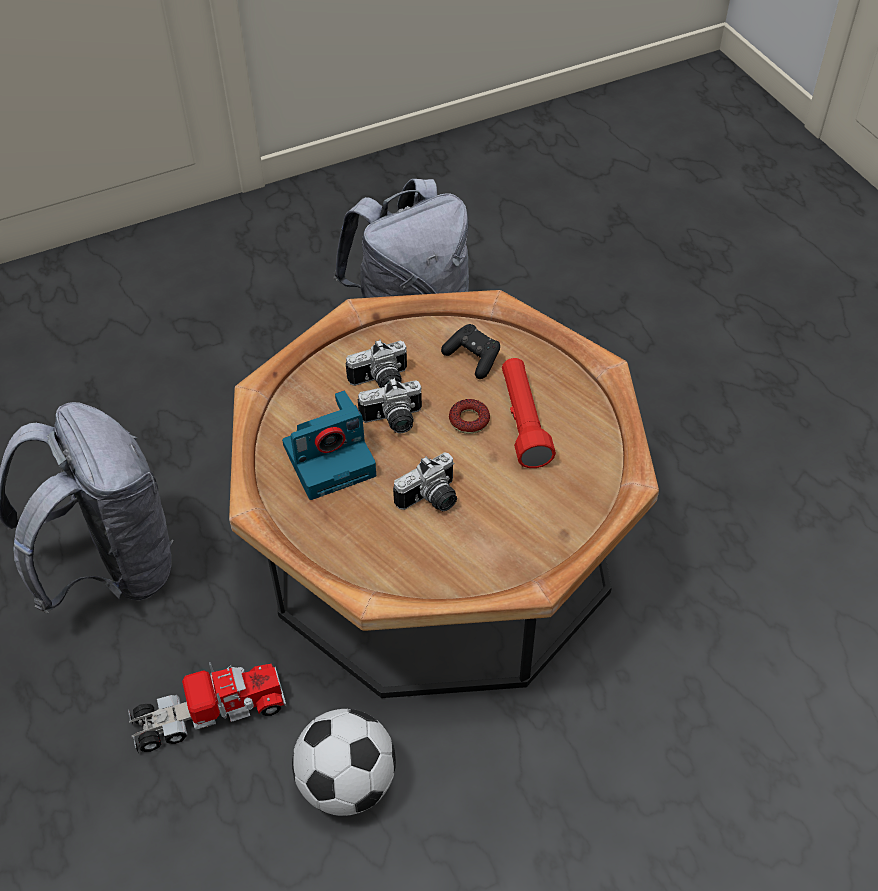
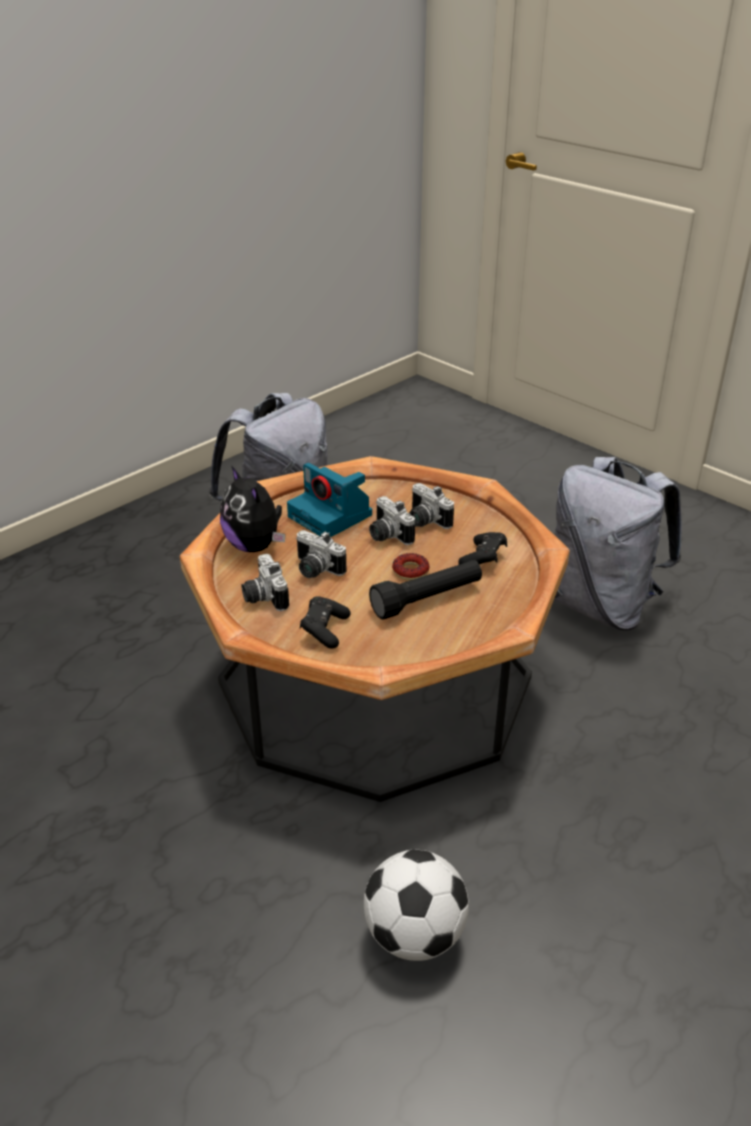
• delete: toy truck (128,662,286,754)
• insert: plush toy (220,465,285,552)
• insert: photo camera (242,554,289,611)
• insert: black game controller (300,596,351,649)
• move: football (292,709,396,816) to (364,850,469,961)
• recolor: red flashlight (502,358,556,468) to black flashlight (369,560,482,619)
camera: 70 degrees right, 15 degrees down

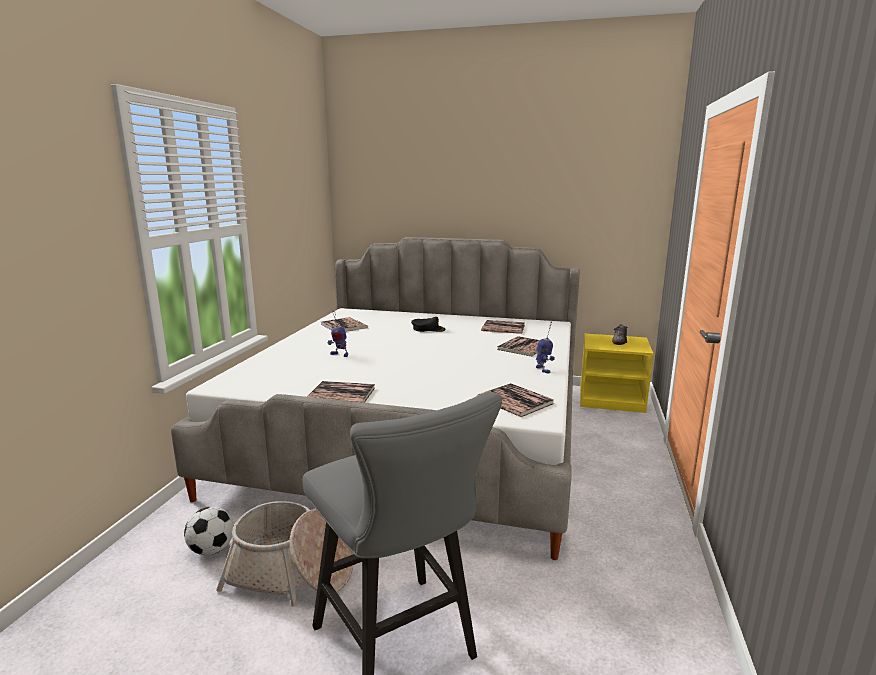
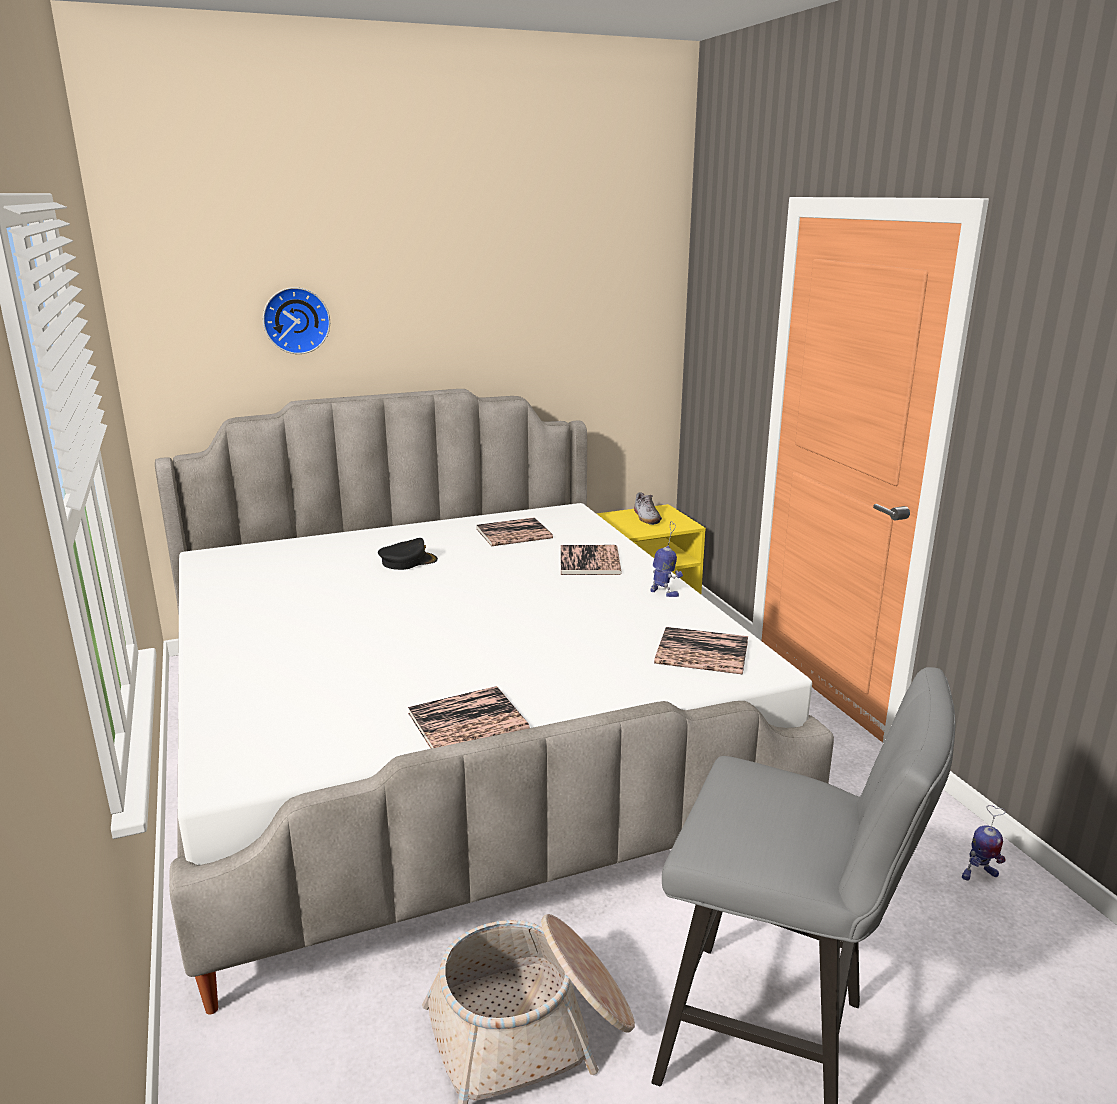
• delete: football (184,507,234,555)
• delete: book (321,317,368,332)
• insert: wall clock (263,287,330,354)
• move: toy robot (328,310,348,357) to (962,805,1006,881)
camera: 35 degrees left, 5 degrees up

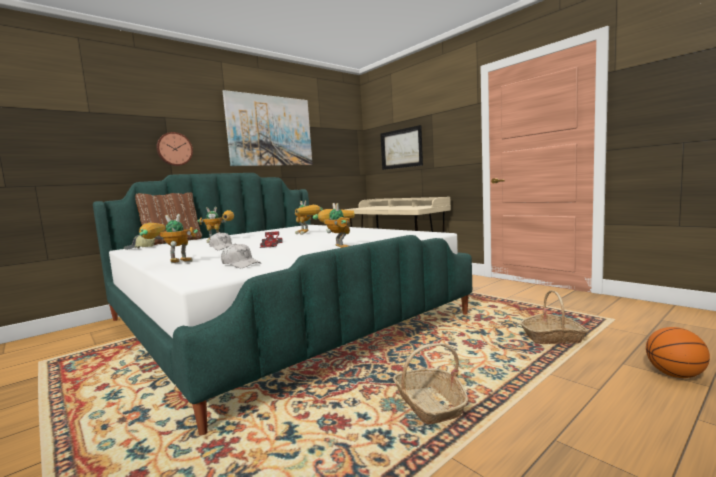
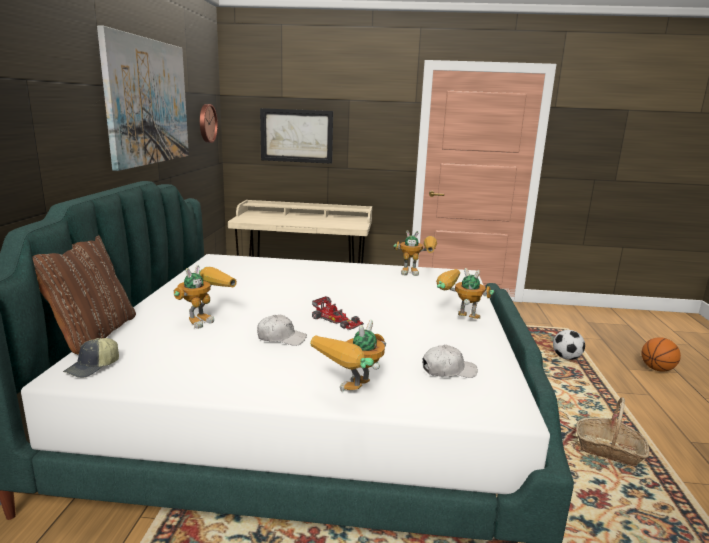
• move: wall clock (156,132,193,166) to (200,104,218,143)
• move: toy robot (295,201,323,235) to (393,230,437,276)
• replace: basket (520,290,589,344) to football (553,330,585,360)
camera: 45 degrees left, 10 degrees up

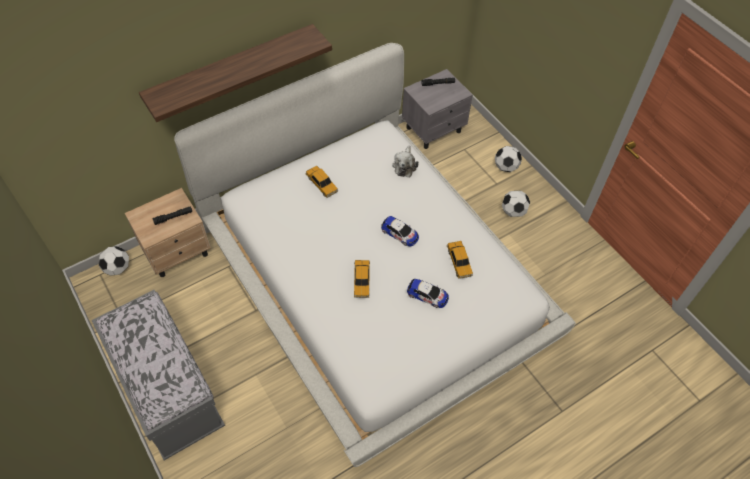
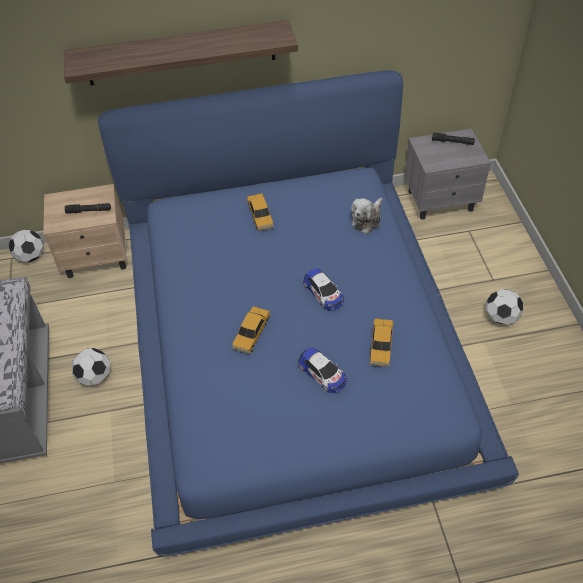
• move: football (495,146,522,172) to (72,348,110,386)
• recolor: white bed (174,43,576,467) to blue bed (98,70,519,556)
camera: 25 degrees right, 5 degrees down

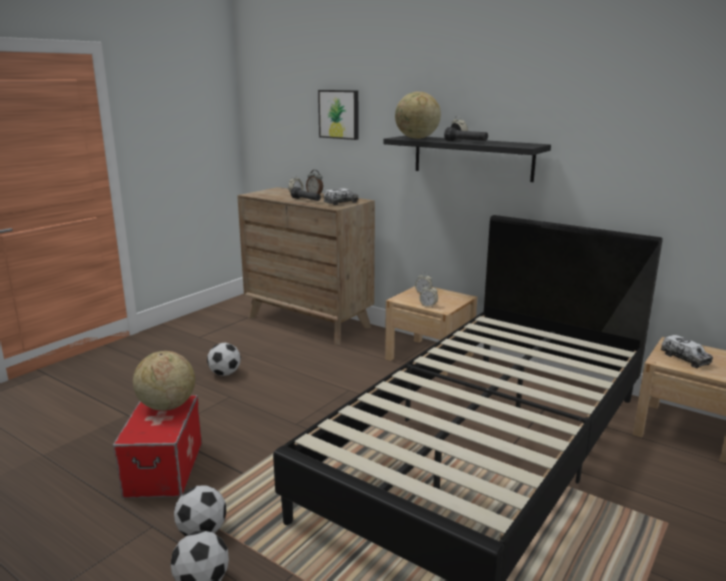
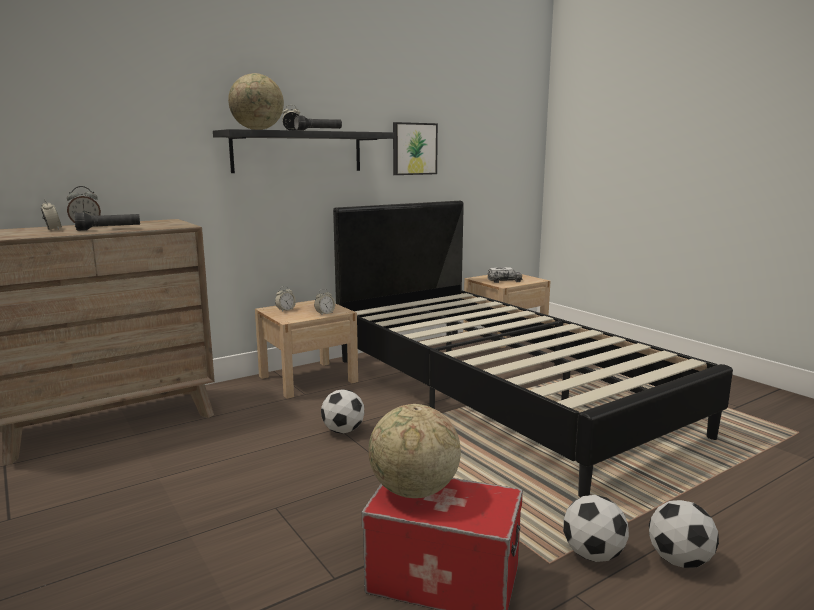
• delete: toy truck (324,189,359,205)
• move: football (207,343,241,376) to (321,389,364,434)
• move: picture (318,90,358,140) to (393,122,438,175)
camera: 70 degrees left, 5 degrees down

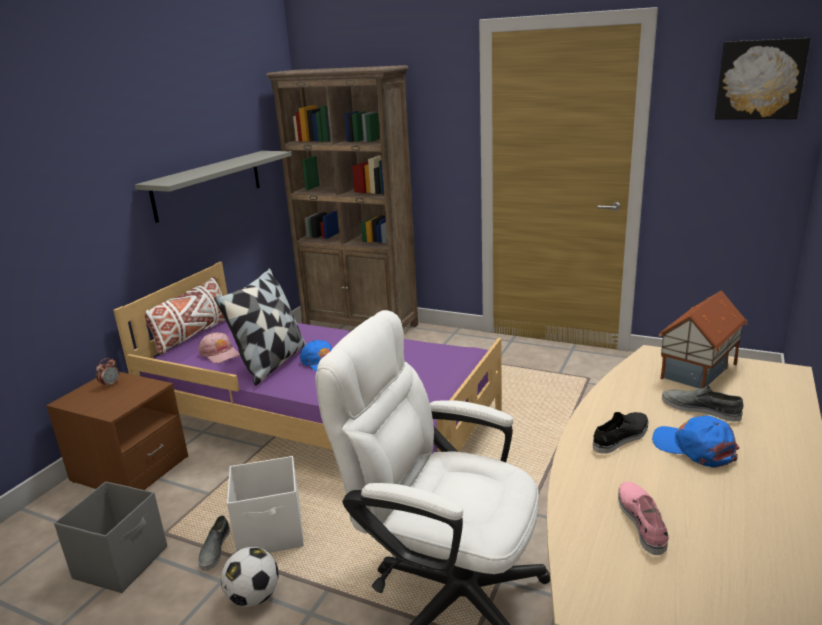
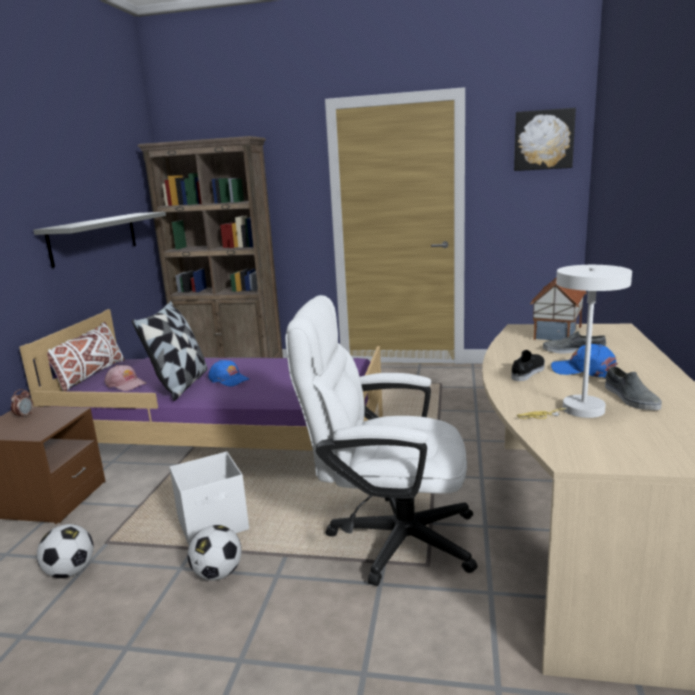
• move: grey shoe (198,515,230,571) to (605,366,662,410)
• replace: grey storage box (54,482,167,593) to football (37,524,94,578)
• replace: pink shoe (618,482,669,555) to white table lamp (516,265,632,419)
camera: 15 degrees left, 5 degrees down

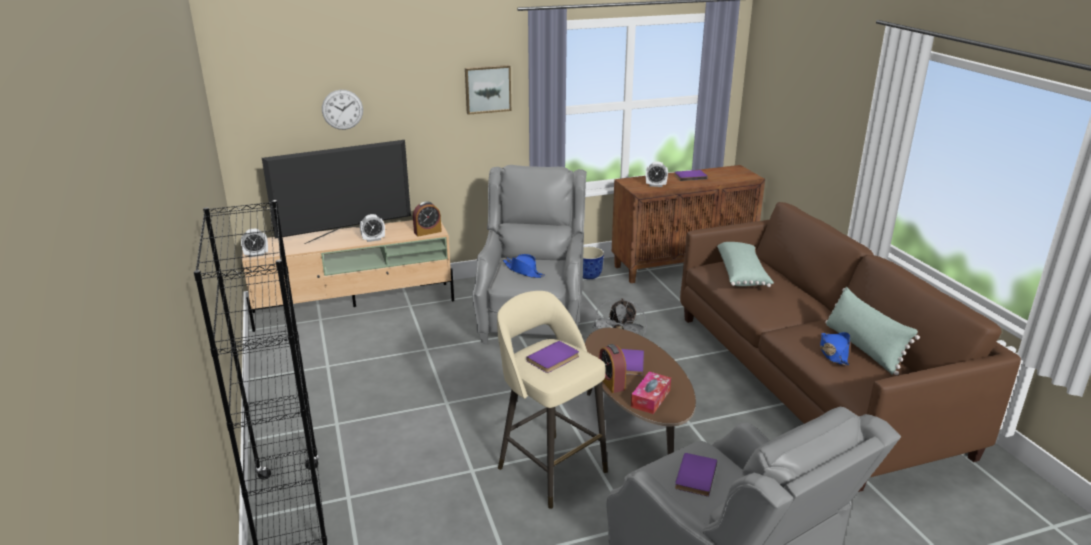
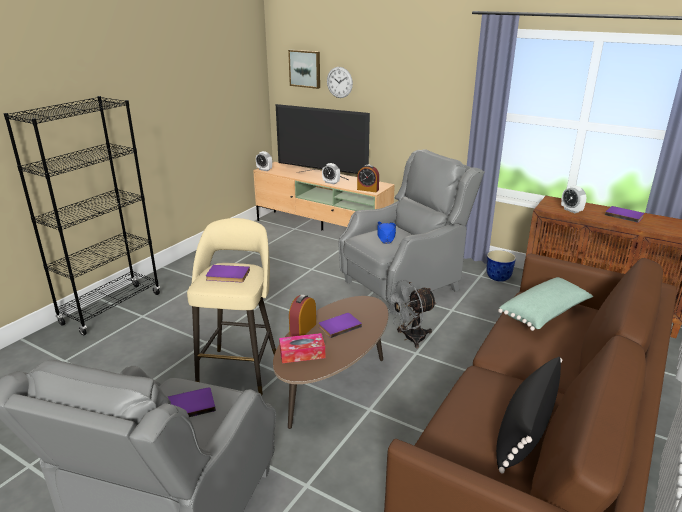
• delete: blue hat (820,332,850,365)
• move: picture (465,65,511,115) to (288,50,320,89)
• recolor: green pillow (825,287,920,375) to black pillow (496,357,562,474)
camera: 50 degrees right, 0 degrees up

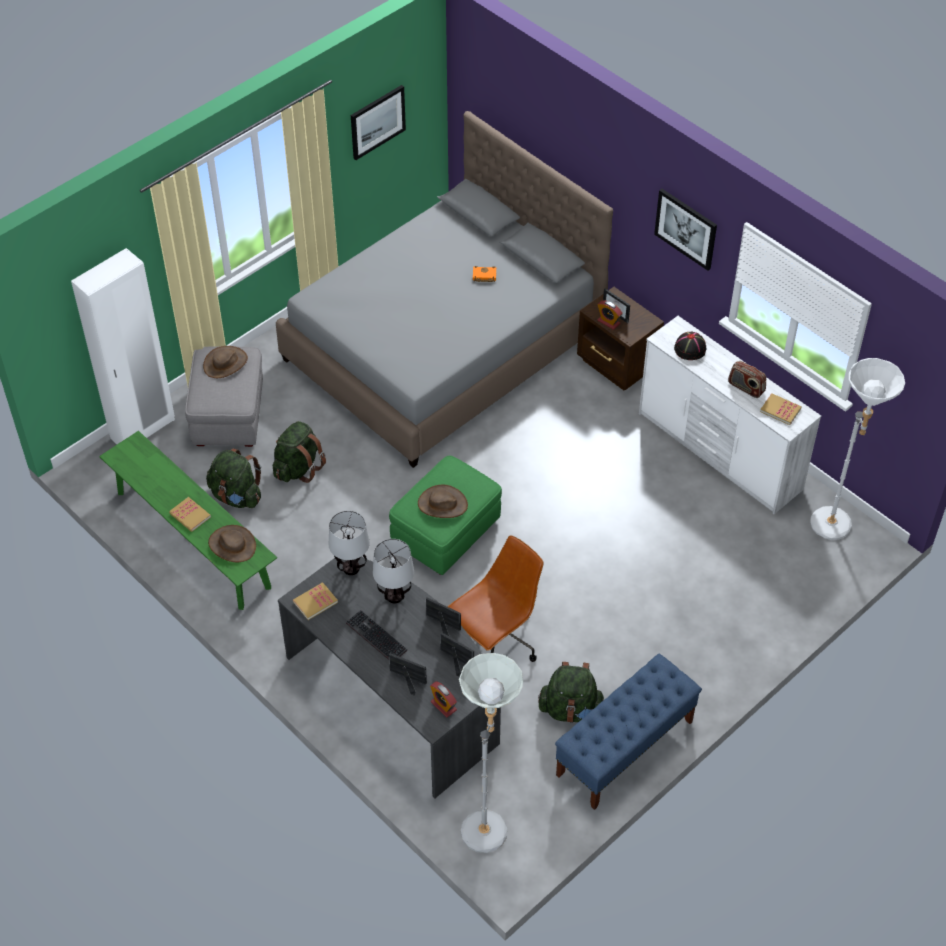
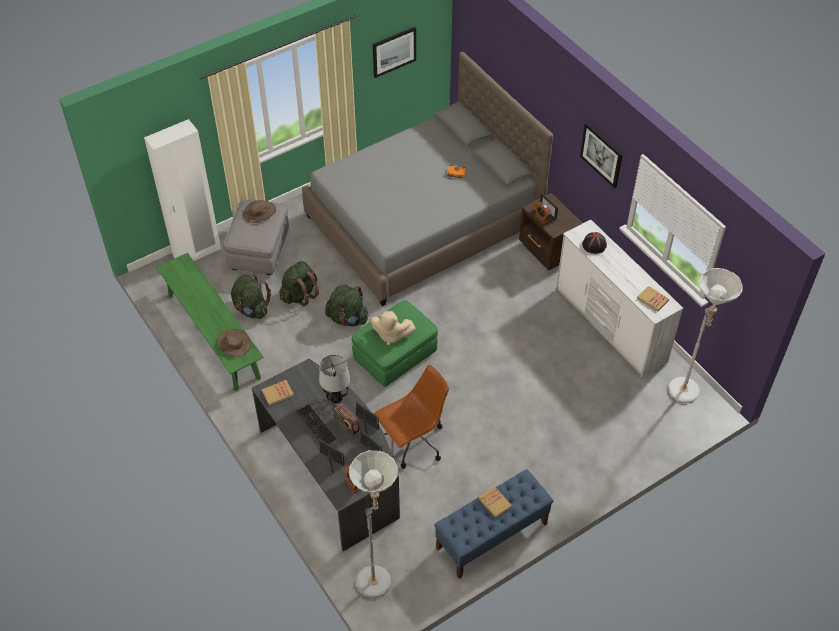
• delete: table lamp (329,511,370,575)
• move: book (169,497,211,532) to (478,486,512,518)
• move: green backpack (538,662,604,723) to (325,284,369,326)
• move: radio (728,361,766,398) to (333,403,360,436)
• replace: brown hat (418,485,468,518) to beige plush toy (370,311,416,345)
camera: 10 degrees right, 0 degrees up

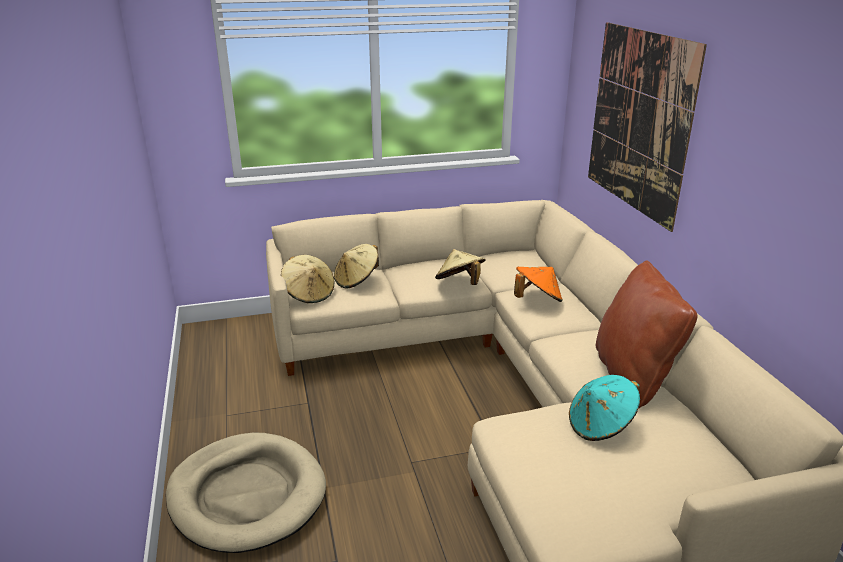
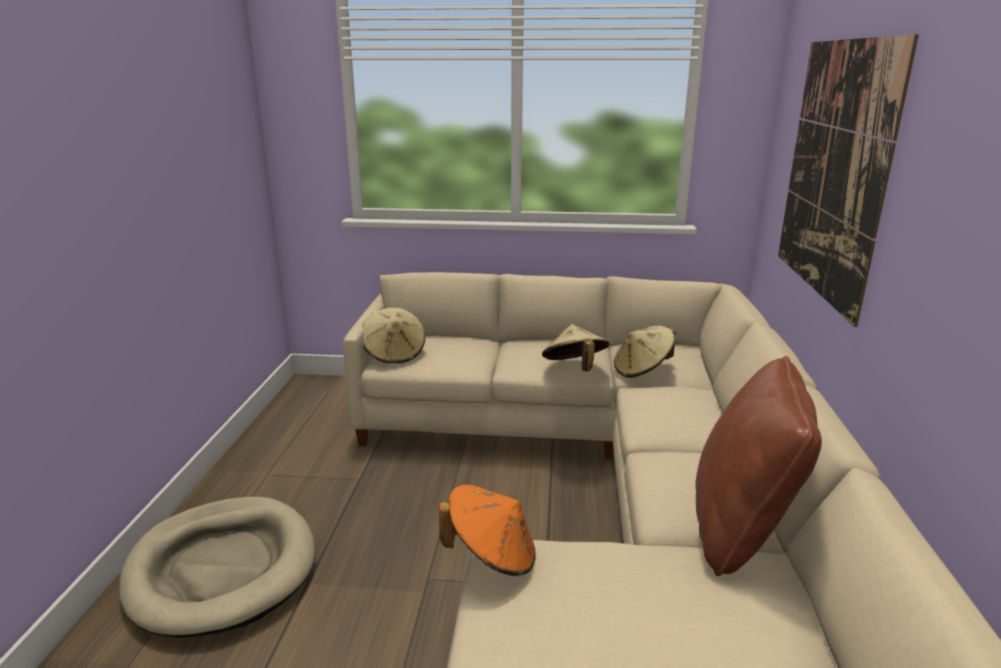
• delete: turquoise hat (569,375,640,441)
• move: beige hat (334,244,379,289) to (614,326,675,378)
• move: orange hat (514,267,563,302) to (439,485,536,576)
camera: 20 degrees right, 5 degrees down

